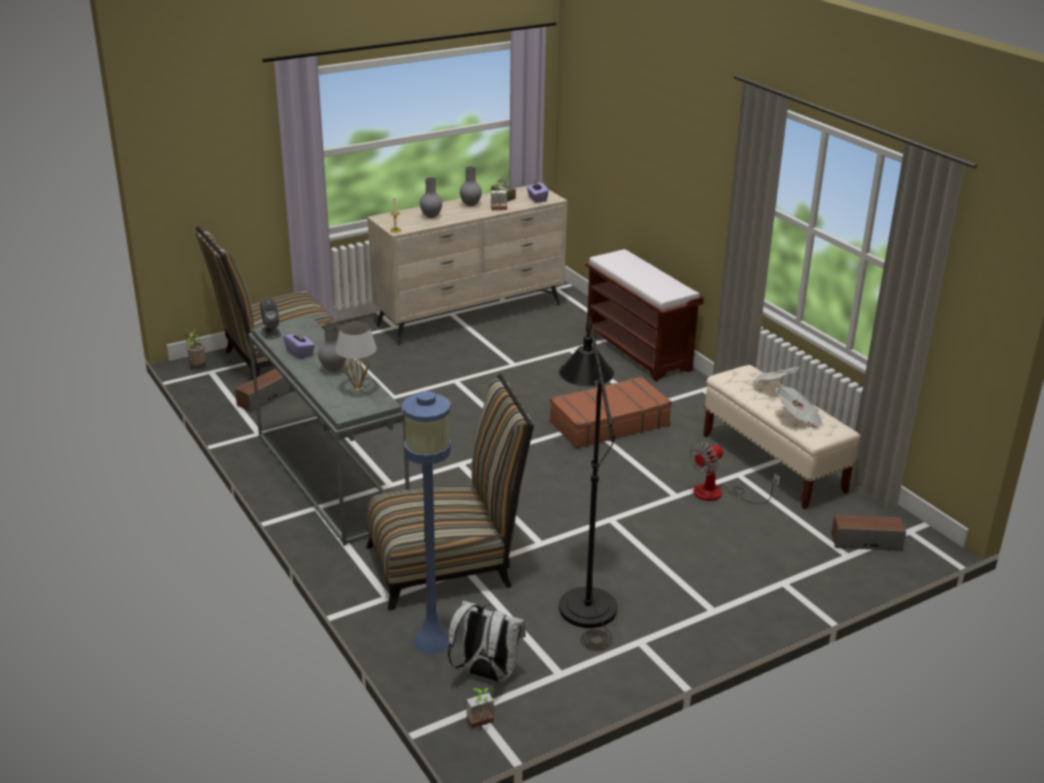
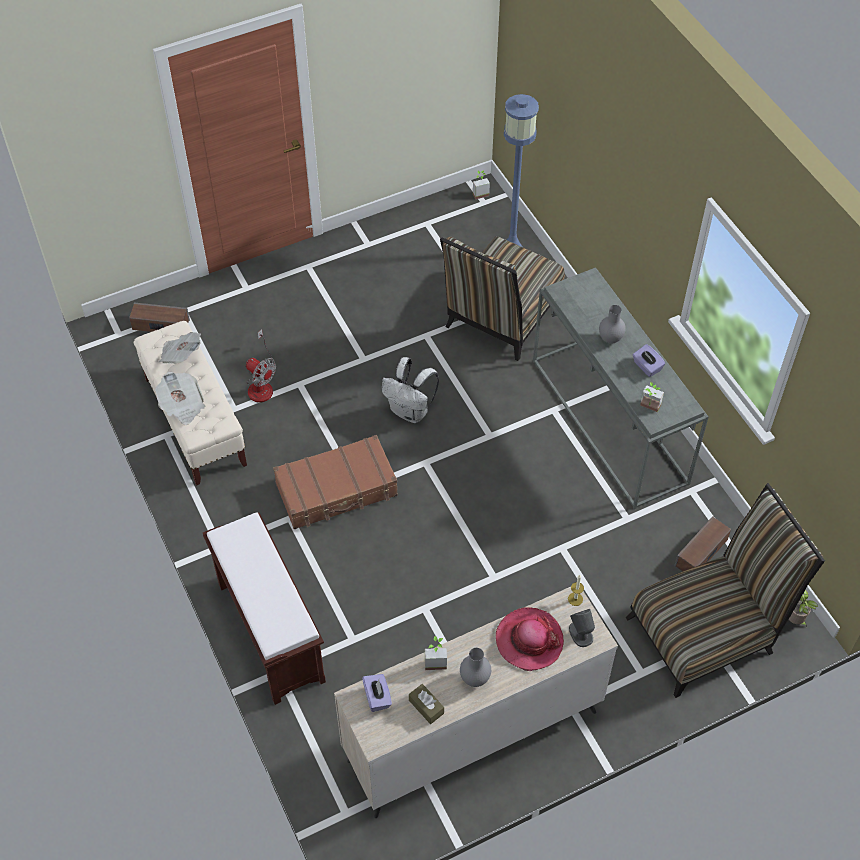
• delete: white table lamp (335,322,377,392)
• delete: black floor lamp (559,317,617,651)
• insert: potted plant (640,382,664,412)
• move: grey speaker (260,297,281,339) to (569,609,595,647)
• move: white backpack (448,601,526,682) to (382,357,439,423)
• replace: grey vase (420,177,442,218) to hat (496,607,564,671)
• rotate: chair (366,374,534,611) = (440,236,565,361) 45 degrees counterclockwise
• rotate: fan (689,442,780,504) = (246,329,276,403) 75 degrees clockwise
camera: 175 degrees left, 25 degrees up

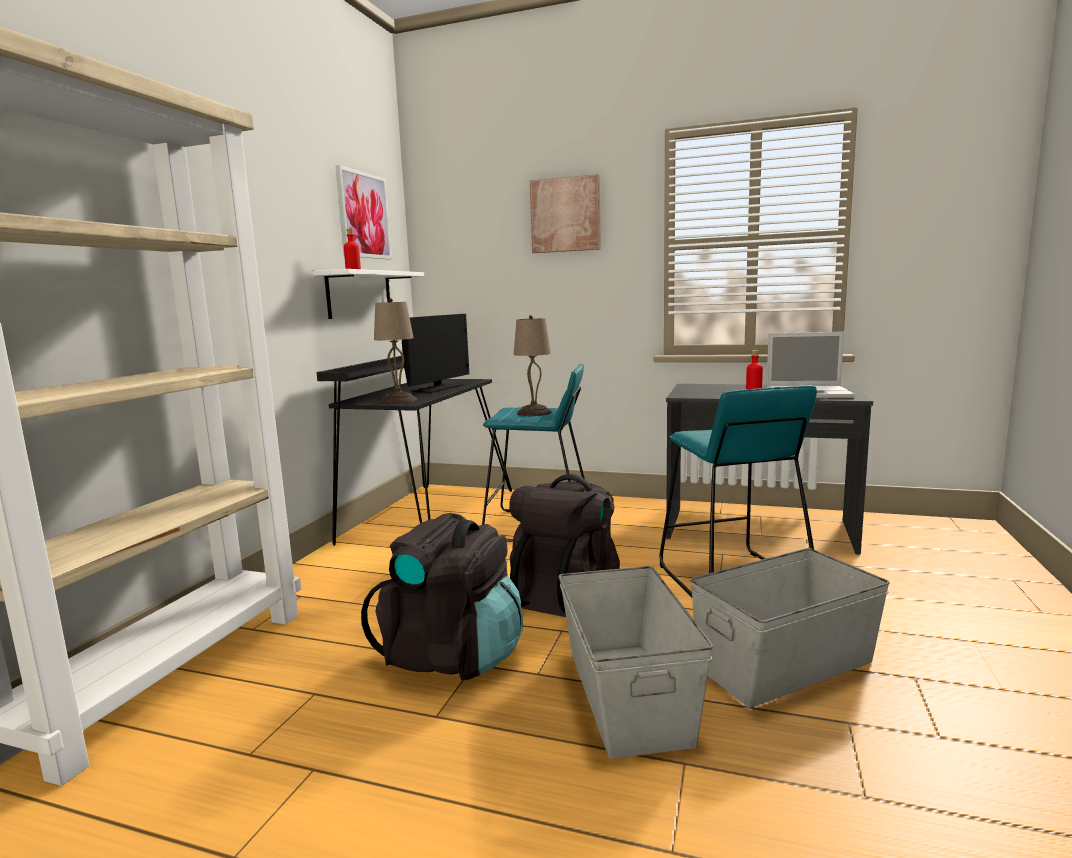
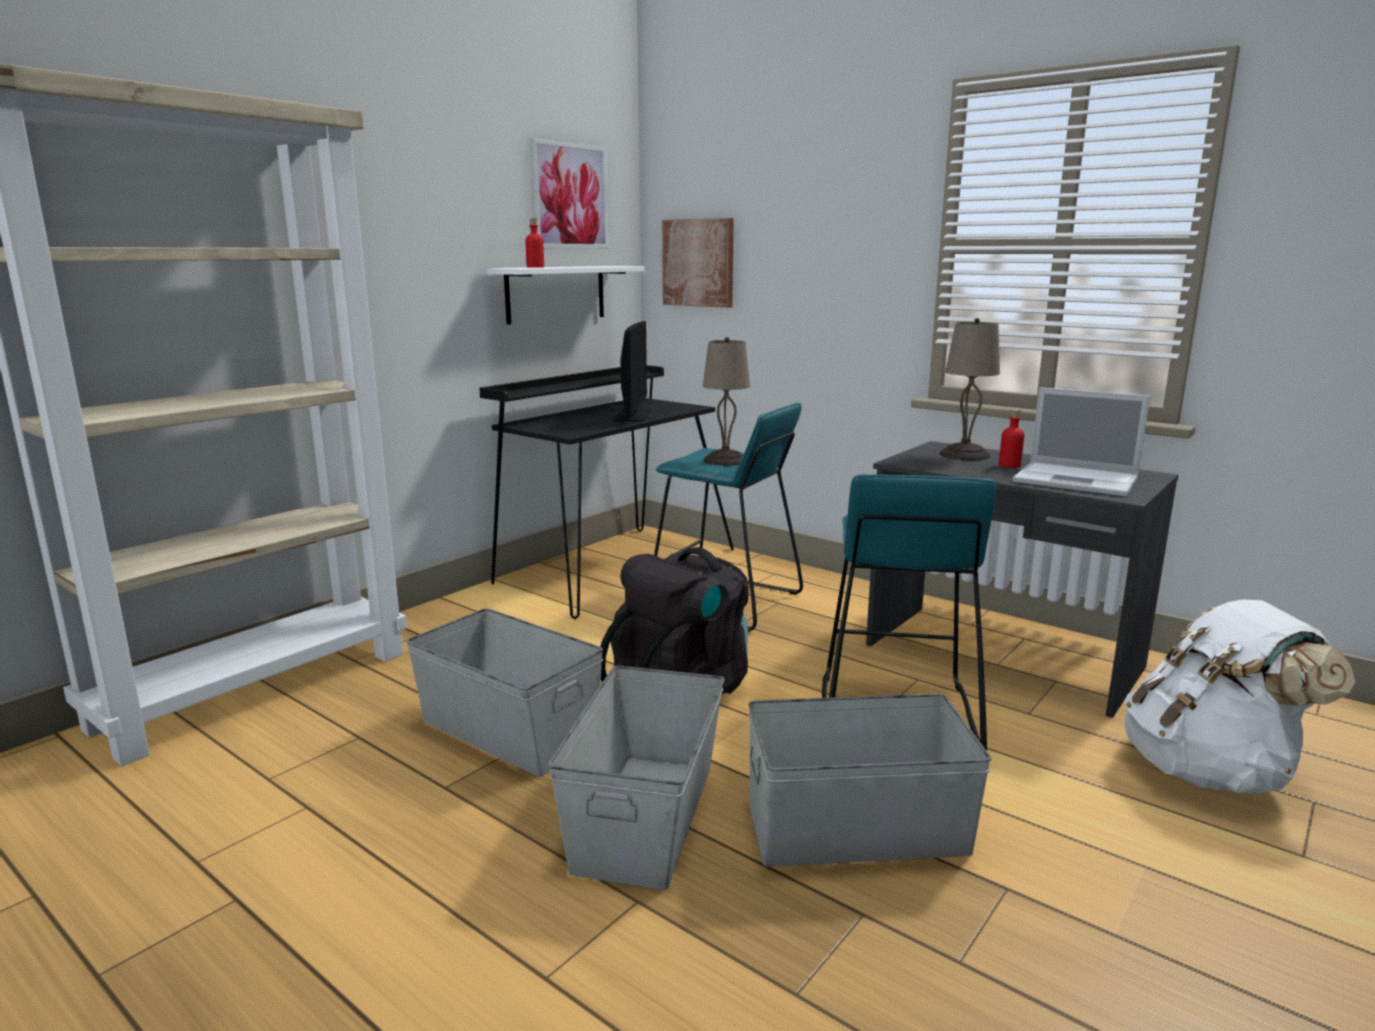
• insert: white backpack (1124,599,1355,793)
• move: beige table lamp (374,298,417,404) to (939,318,1000,460)
• move: picture (530,174,601,253) to (662,218,734,308)
• replace: black backpack (361,513,523,680) to grey storage box (406,608,603,777)
• rotate: monitor (402,314,469,393) = (613,321,652,422) 45 degrees counterclockwise
camera: 20 degrees right, 5 degrees up

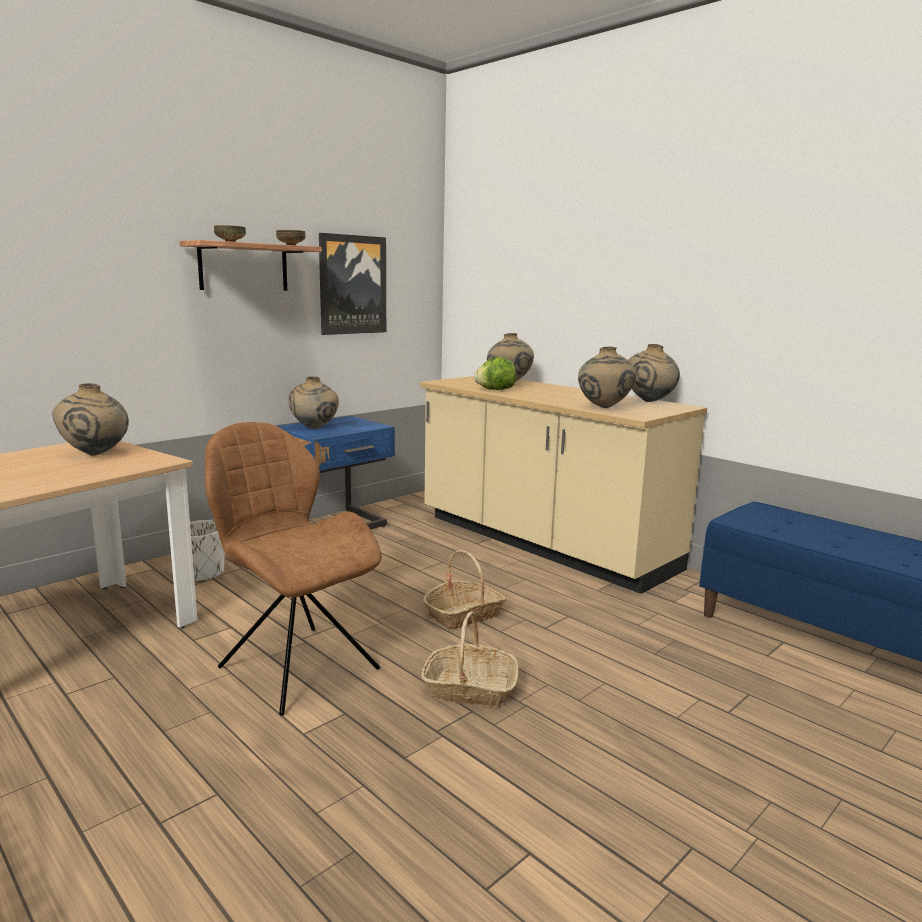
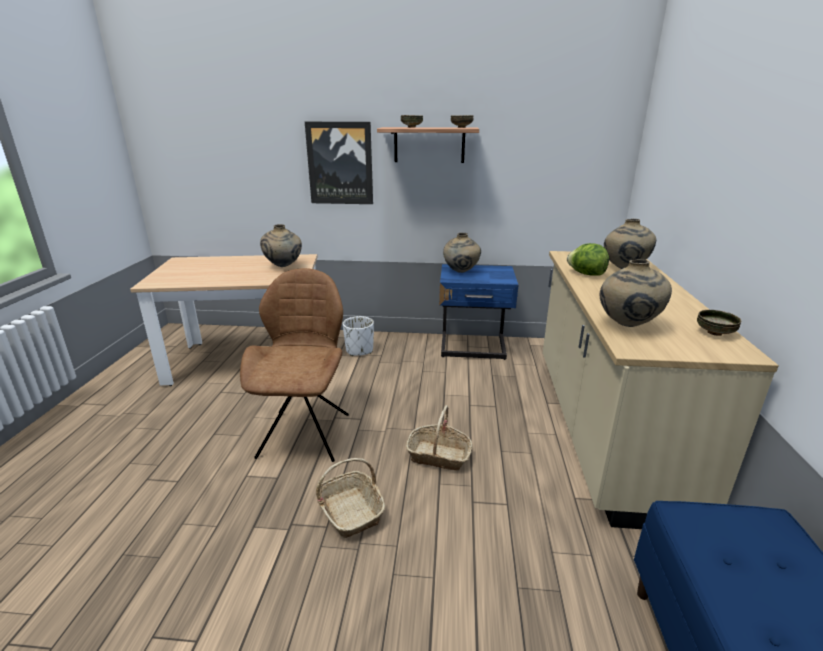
• move: picture (319,233,386,335) to (305,122,373,204)
• replace: beige vase (628,344,680,402) to bowl (697,310,741,336)
camera: 50 degrees right, 10 degrees up

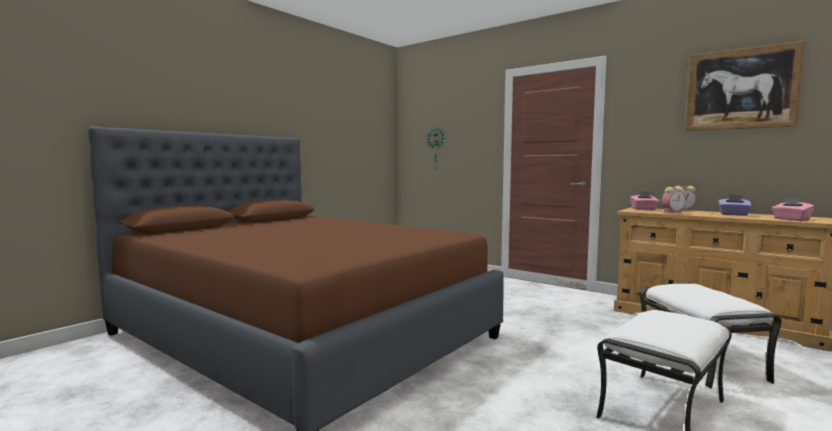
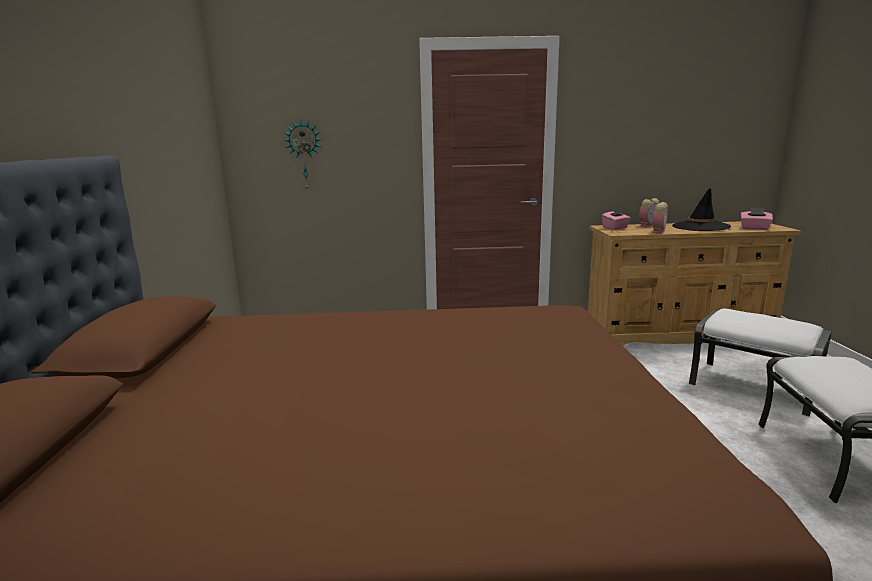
• delete: picture (685,40,805,131)
• replace: purple tissue box (718,194,752,216) to black hat (672,188,731,231)
camera: 40 degrees left, 10 degrees up

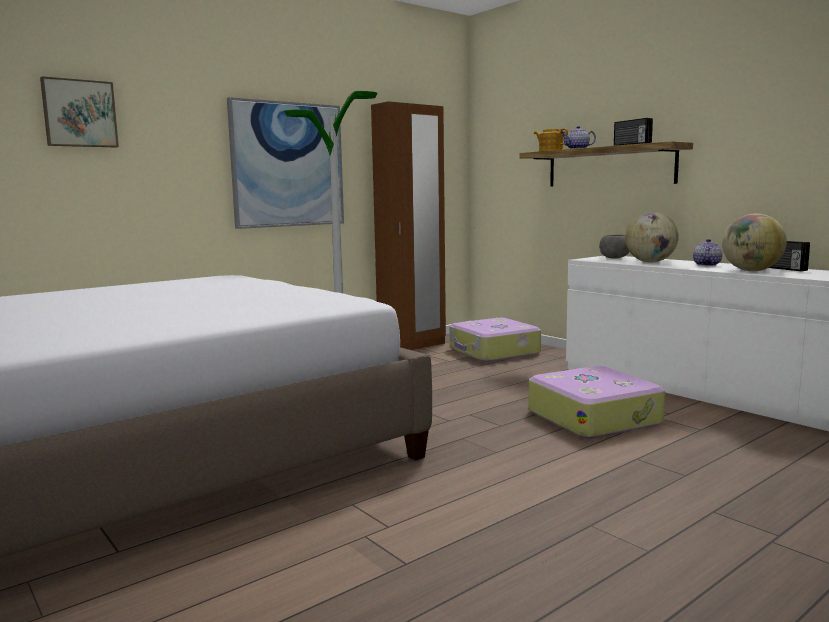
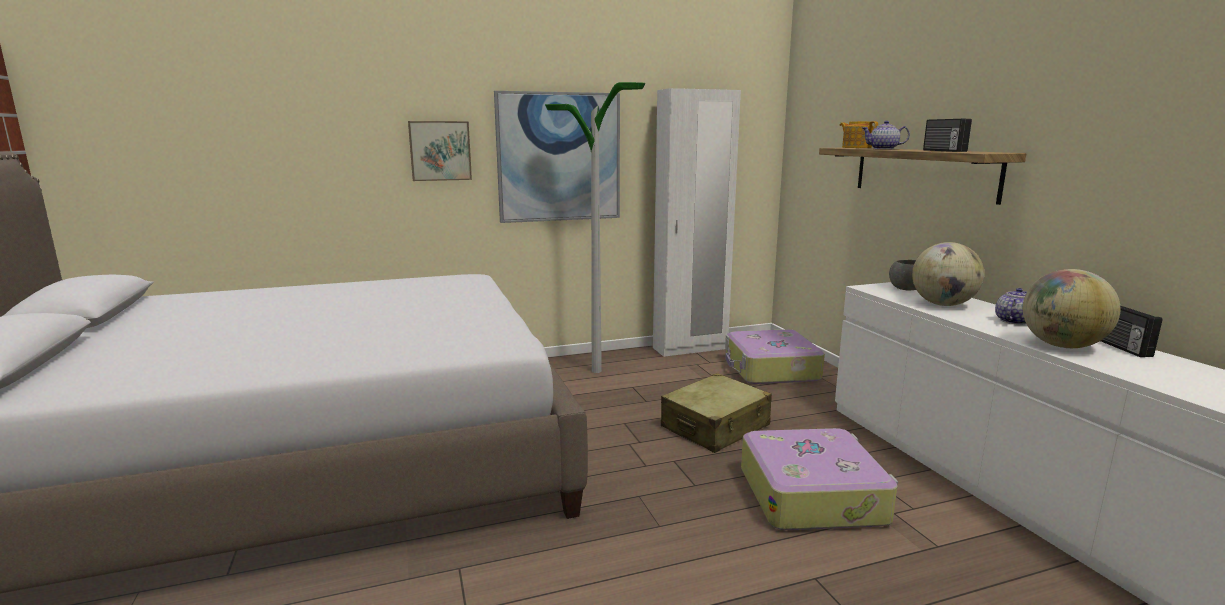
• insert: beige suitcase (661,373,772,453)
• move: picture (40,76,119,148) to (408,121,472,181)
• recolor: brown wardrobe (371,101,446,350) to white wardrobe (653,88,741,357)
camera: 20 degrees right, 5 degrees up

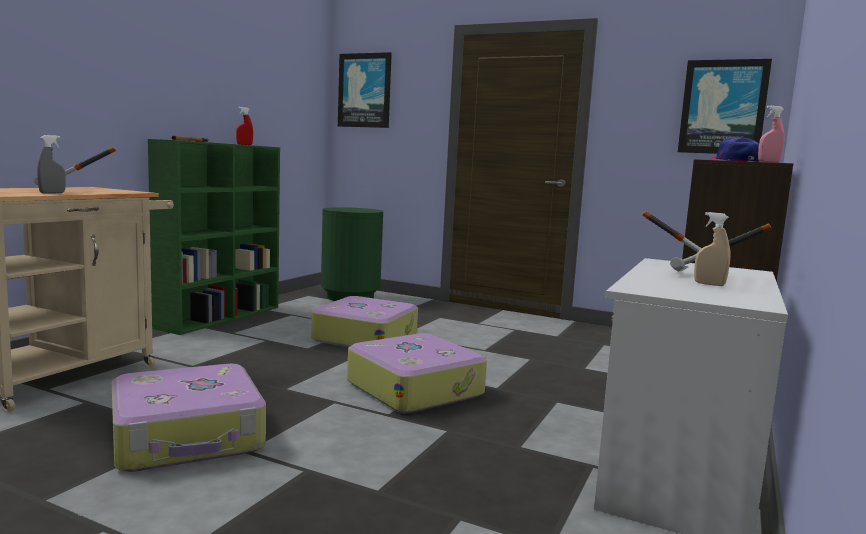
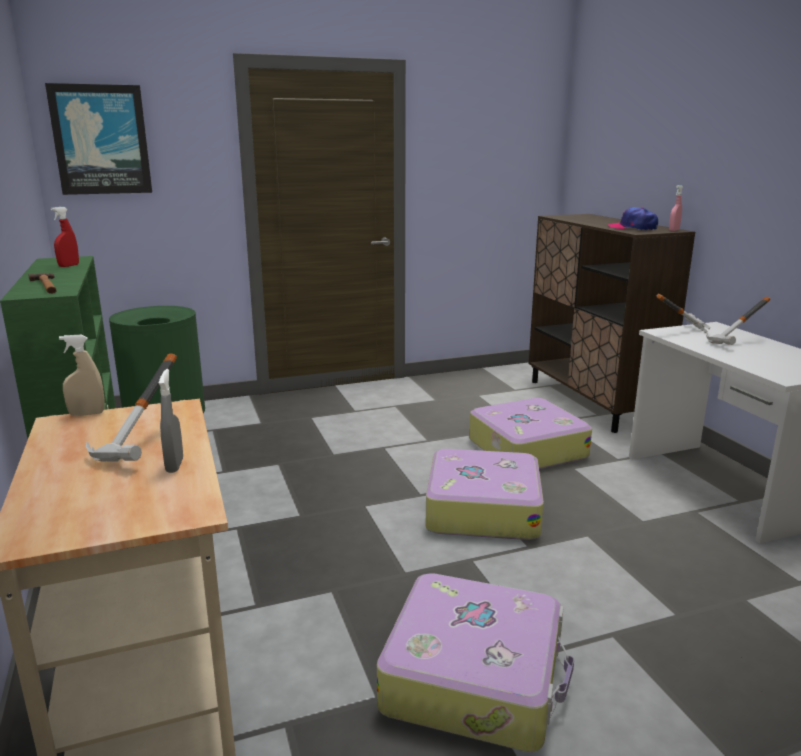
• delete: picture (678,59,772,154)
• move: suitcase (311,296,418,347) to (469,398,592,469)
• move: beige spray bottle (694,212,731,286) to (59,335,105,416)
camera: 45 degrees left, 10 degrees up

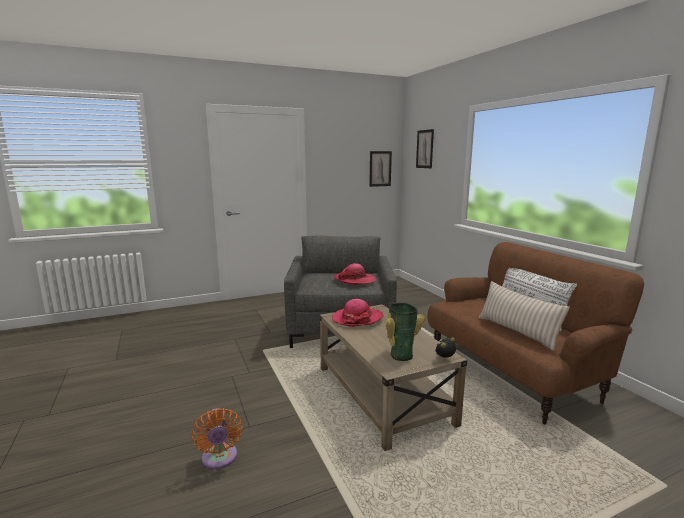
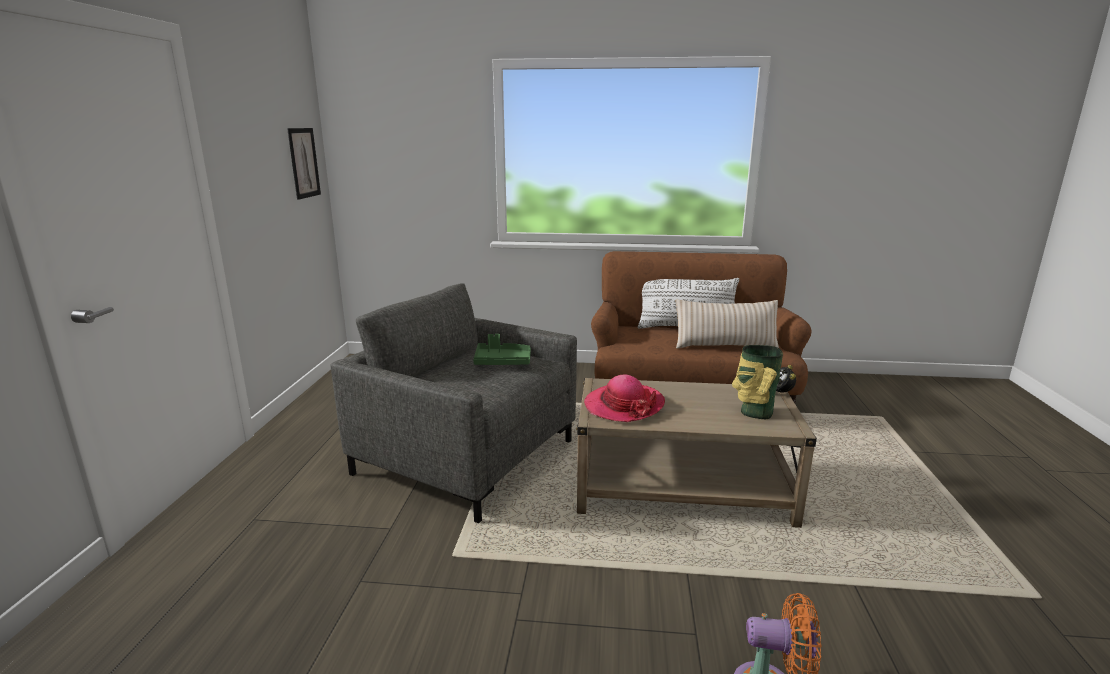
• delete: picture (416,129,434,168)
• replace: hat (334,263,376,285) to green tray (473,334,531,365)
camera: 60 degrees left, 5 degrees up

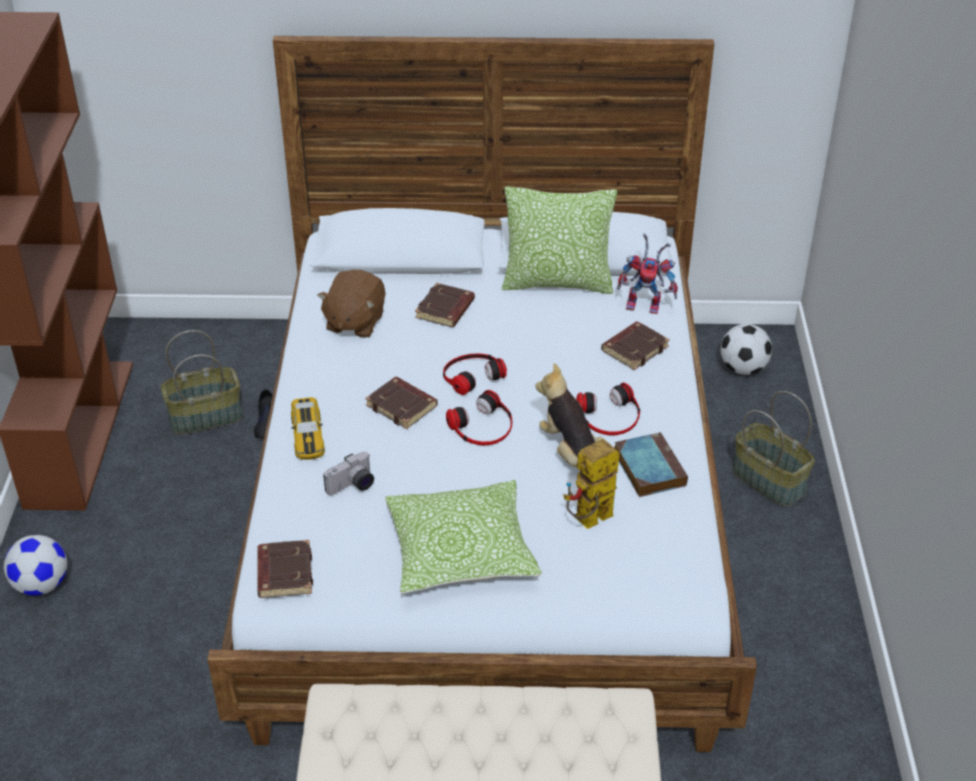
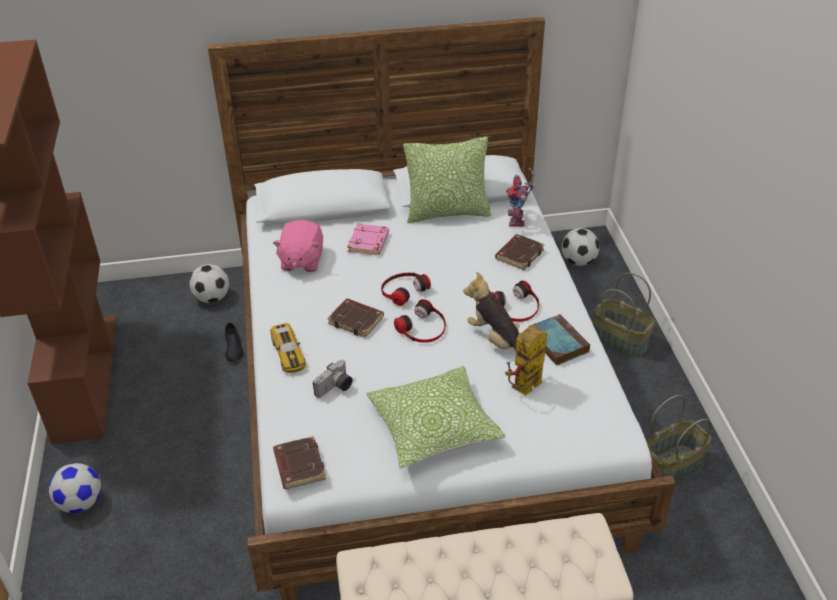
• insert: football (189,264,229,303)
• move: basket (161,330,243,434) to (646,395,712,483)
• recolor: brown plush toy (317,270,385,338) to pink plush toy (273,220,323,272)
• recolor: brown book (415,283,475,327) to pink book (347,223,389,256)
• rotate: toy robot (617,233,678,314) = (506,168,535,227) 90 degrees clockwise
camera: 10 degrees left, 0 degrees up

